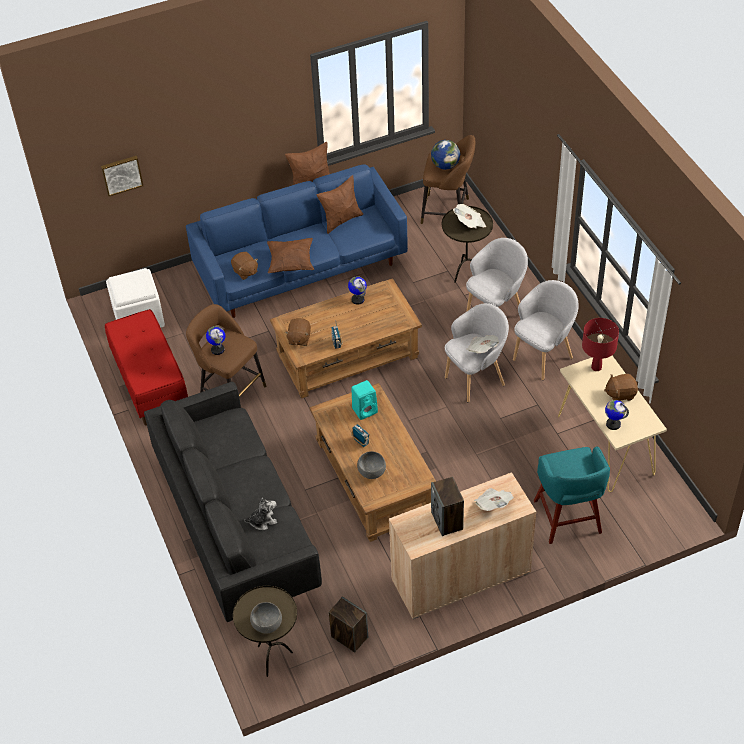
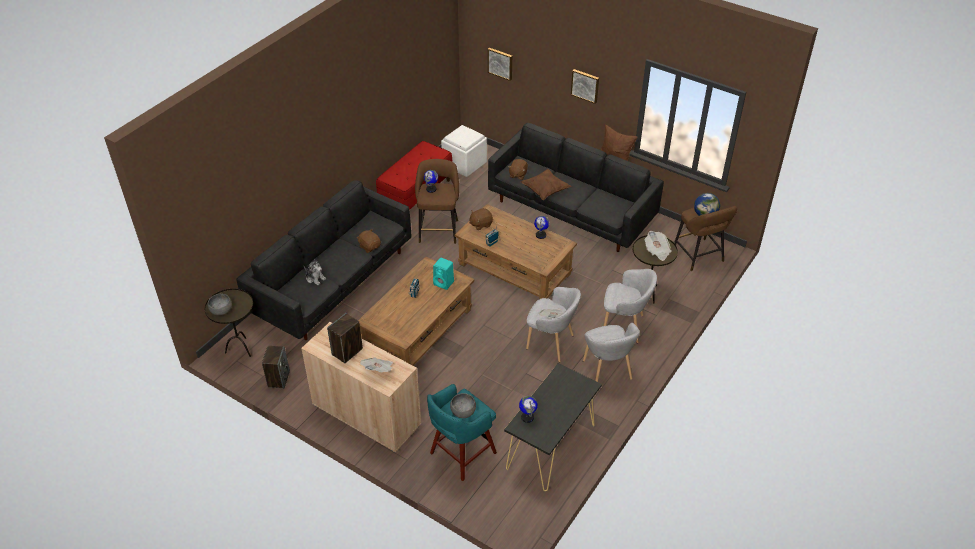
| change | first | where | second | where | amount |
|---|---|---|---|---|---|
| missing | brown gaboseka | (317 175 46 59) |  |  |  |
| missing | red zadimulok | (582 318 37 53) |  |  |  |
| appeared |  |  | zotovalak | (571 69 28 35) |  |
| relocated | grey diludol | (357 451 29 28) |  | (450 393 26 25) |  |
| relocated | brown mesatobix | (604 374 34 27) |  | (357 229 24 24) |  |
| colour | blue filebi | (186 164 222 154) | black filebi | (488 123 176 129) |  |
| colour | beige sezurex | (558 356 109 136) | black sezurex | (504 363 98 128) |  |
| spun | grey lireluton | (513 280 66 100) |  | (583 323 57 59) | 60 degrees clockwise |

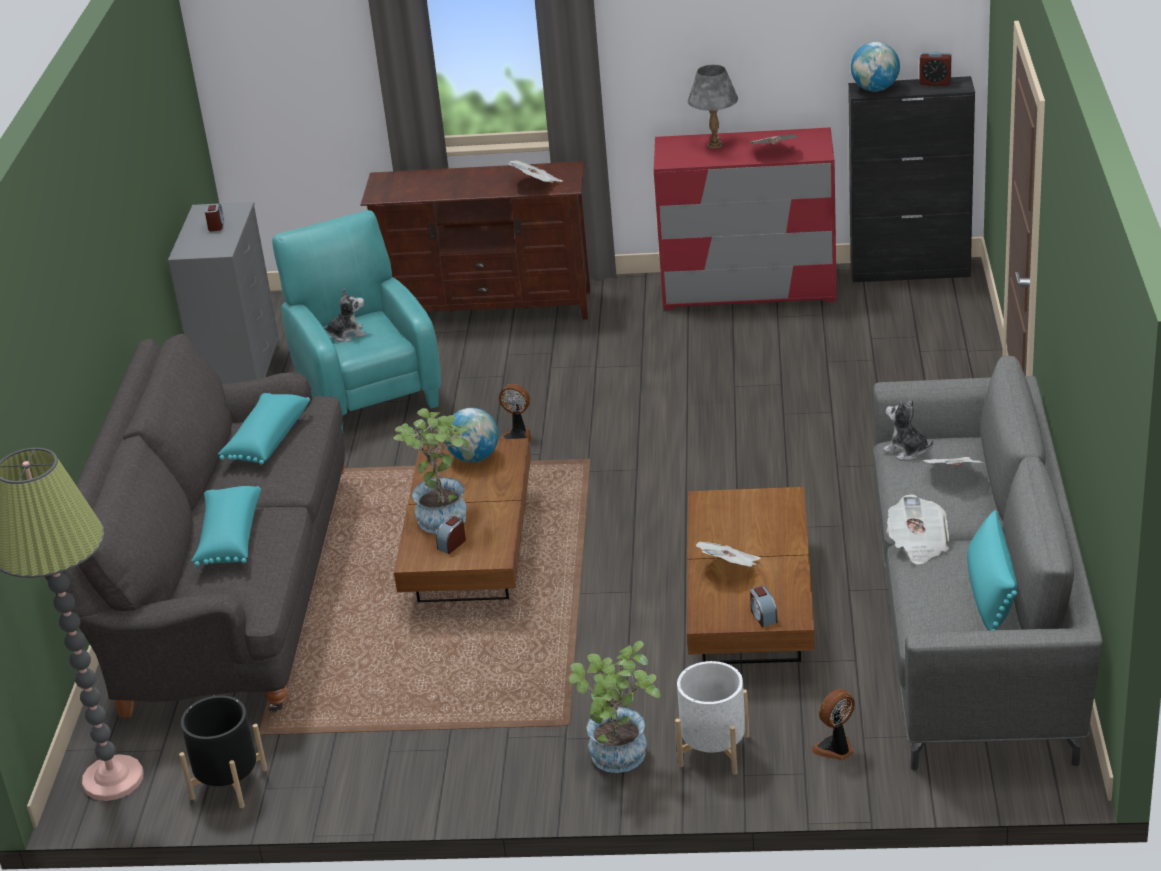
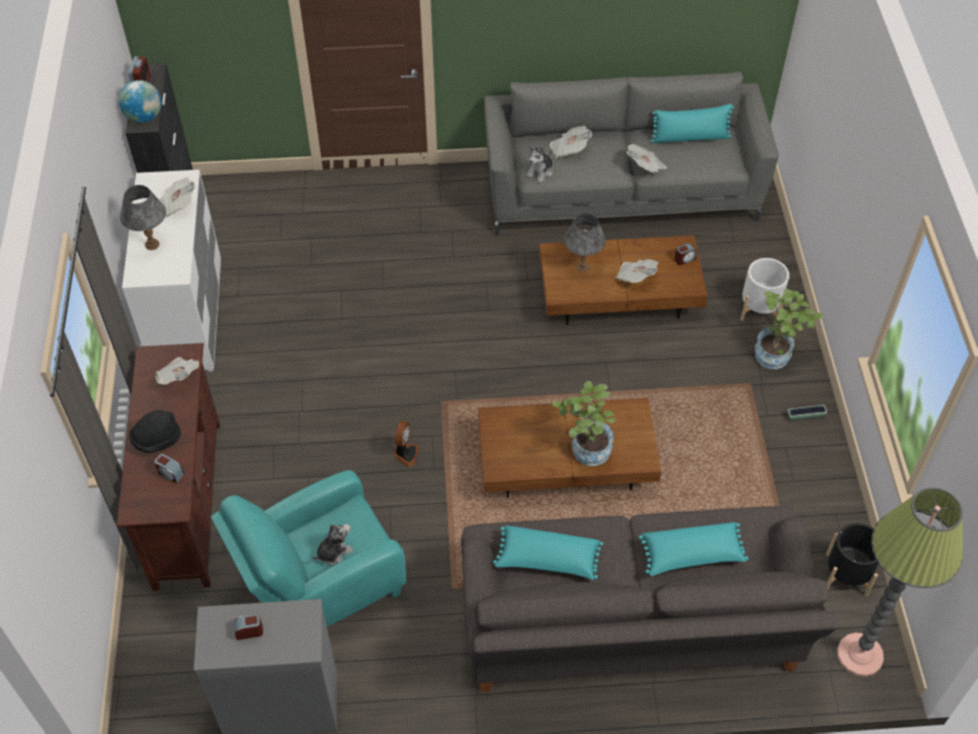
| change | first | where | second | where | amount |
|---|---|---|---|---|---|
| missing | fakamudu | (445 408 54 54) |  |  |  |
| missing | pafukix | (811 689 44 71) |  |  |  |
| appeared |  |  | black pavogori | (129 410 52 43) |  |
| appeared |  |  | grey zadimulok | (564 213 42 59) |  |
| appeared |  |  | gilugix | (788 405 39 16) |  |
| relocated | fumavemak | (436 516 30 38) |  | (155 454 29 29) |  |
| colour | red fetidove | (654 127 183 183) | white fetidove | (122 170 99 202) |  |
| spun | mesatobix | (323 289 43 53) |  | (312 524 42 42) | 75 degrees clockwise |

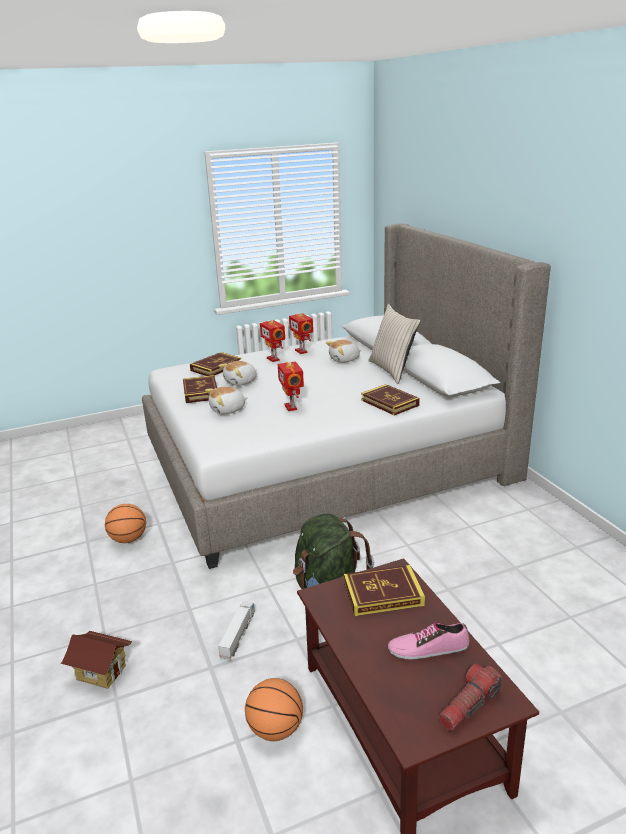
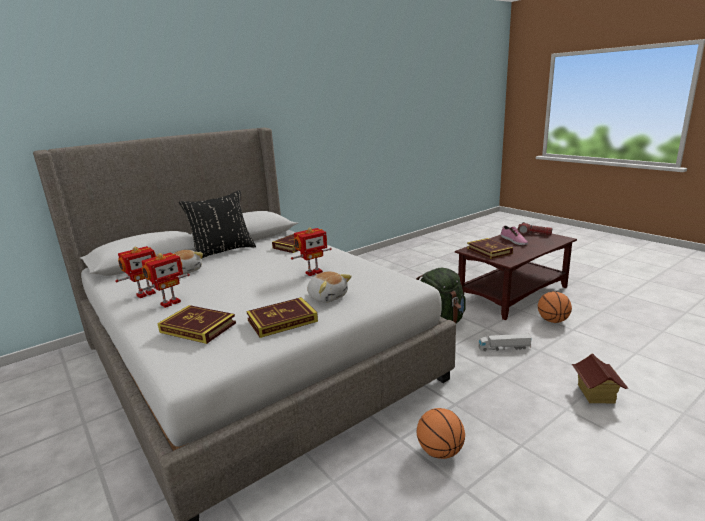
| change | first | where | second | where | amount |
|---|---|---|---|---|---|
| missing | mesatobix | (219 361 38 25) |  |  |  |
| colour | beige gaboseka | (368 304 53 80) | black gaboseka | (179 190 77 68) |  |

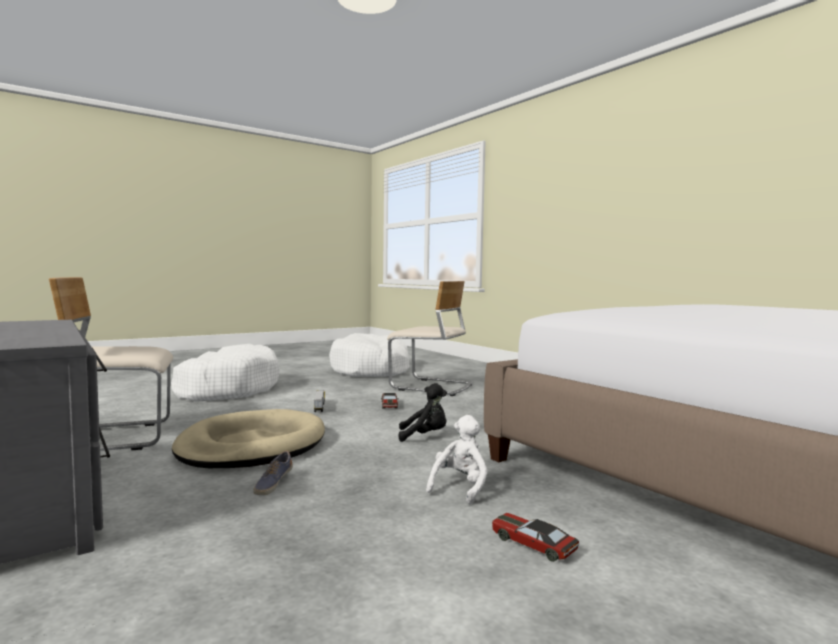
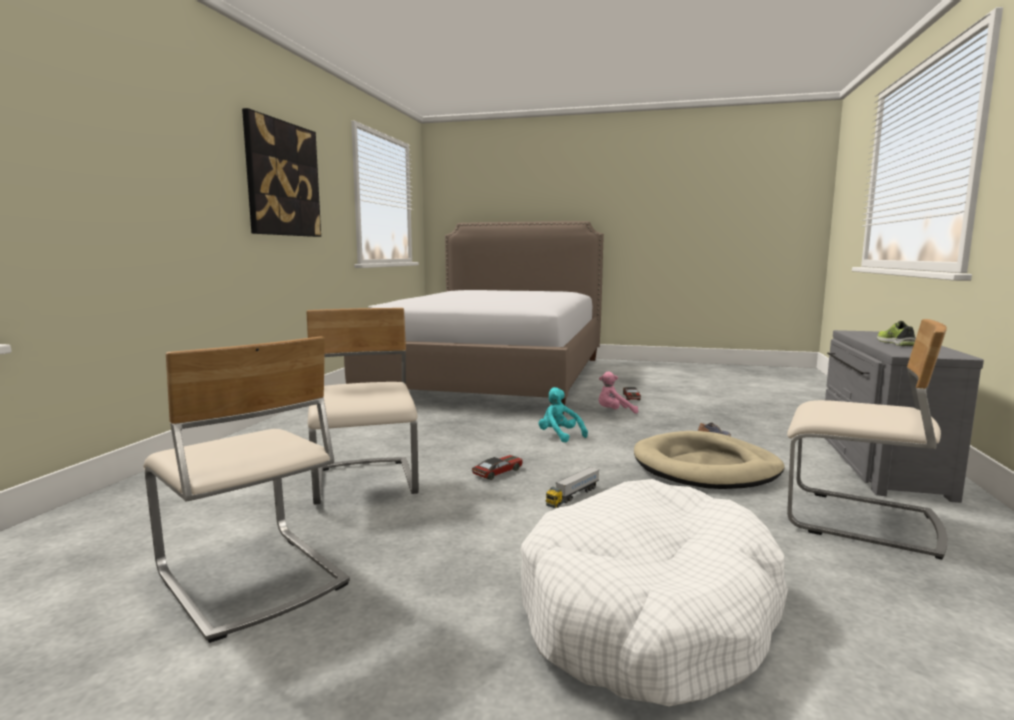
| change | first | where | second | where | amount |
|---|---|---|---|---|---|
| appeared |  |  | zotovalak | (242 108 79 129) |  |
| appeared |  |  | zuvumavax | (877 321 39 25) |  |
| exchanged | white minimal | (329 333 80 44) | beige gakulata | (143 336 207 307) |  |
| colour | black mesatobix | (399 383 48 59) | turquoise mesatobix | (539 387 49 56) |  |
| colour | white mesatobix | (426 415 62 89) | pink mesatobix | (598 371 40 43) |  |

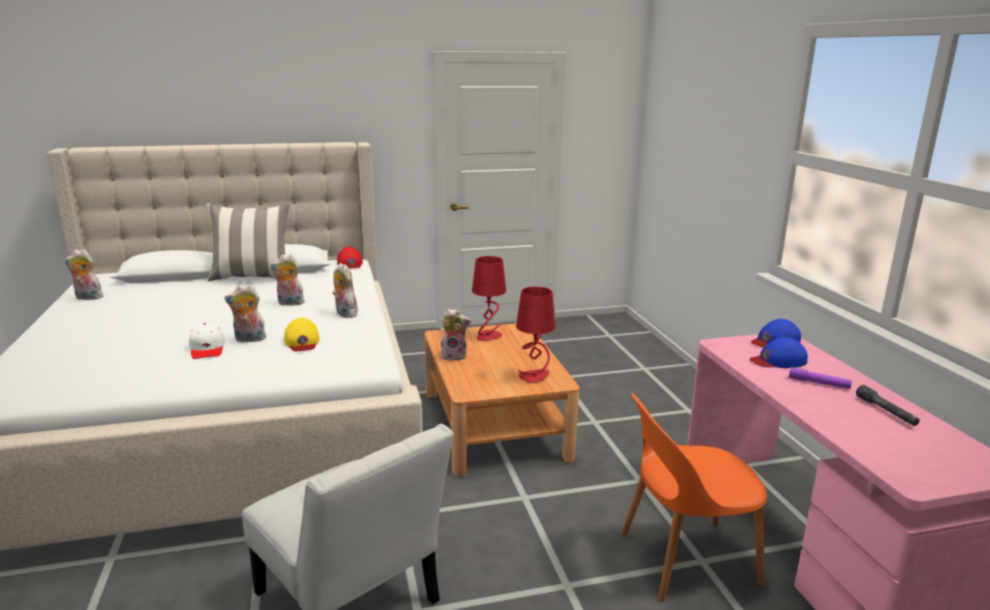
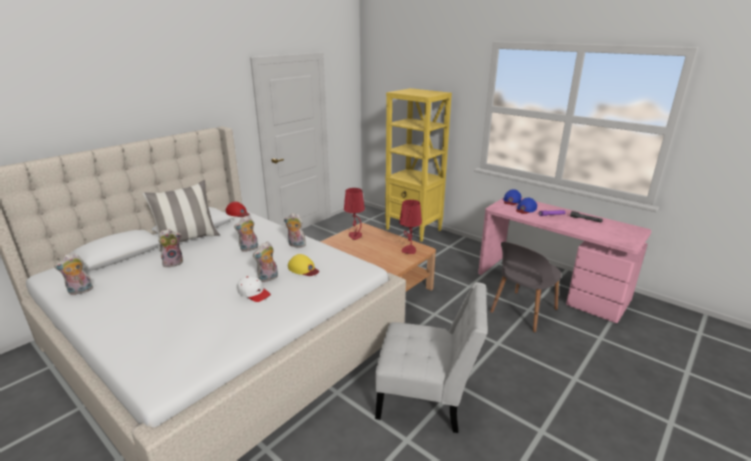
| change | first | where | second | where | amount |
|---|---|---|---|---|---|
| appeared |  |  | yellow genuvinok | (385 88 67 154) |  |
| relocated | mesatobix | (440 308 31 53) |  | (158 229 25 38) |  |
| colour | orange gakulata | (621 394 146 208) | grey gakulata | (490 242 71 91) |  |

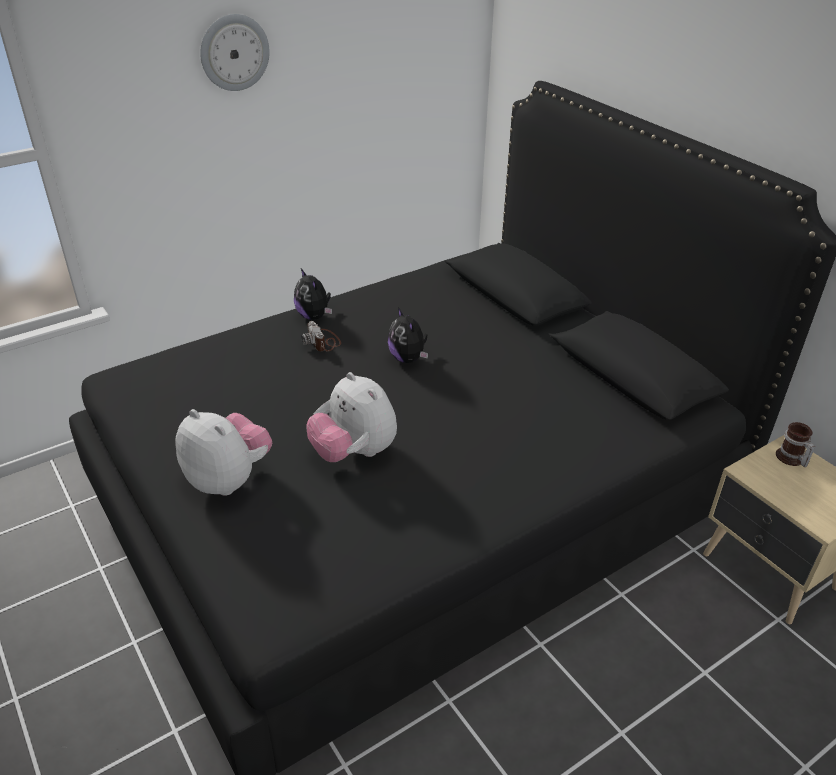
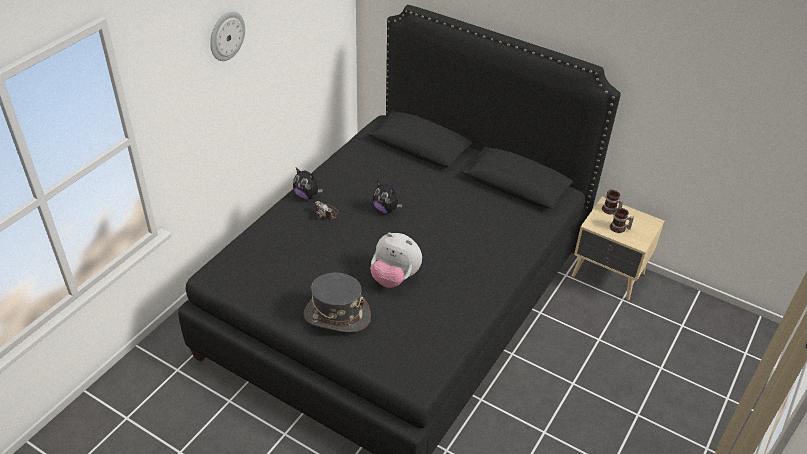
| change | first | where | second | where | amount |
|---|---|---|---|---|---|
| appeared |  |  | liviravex | (610 208 24 25) |  |
| exchanged | mesatobix | (175 409 97 87) | grey pavogori | (304 273 67 59) |  |

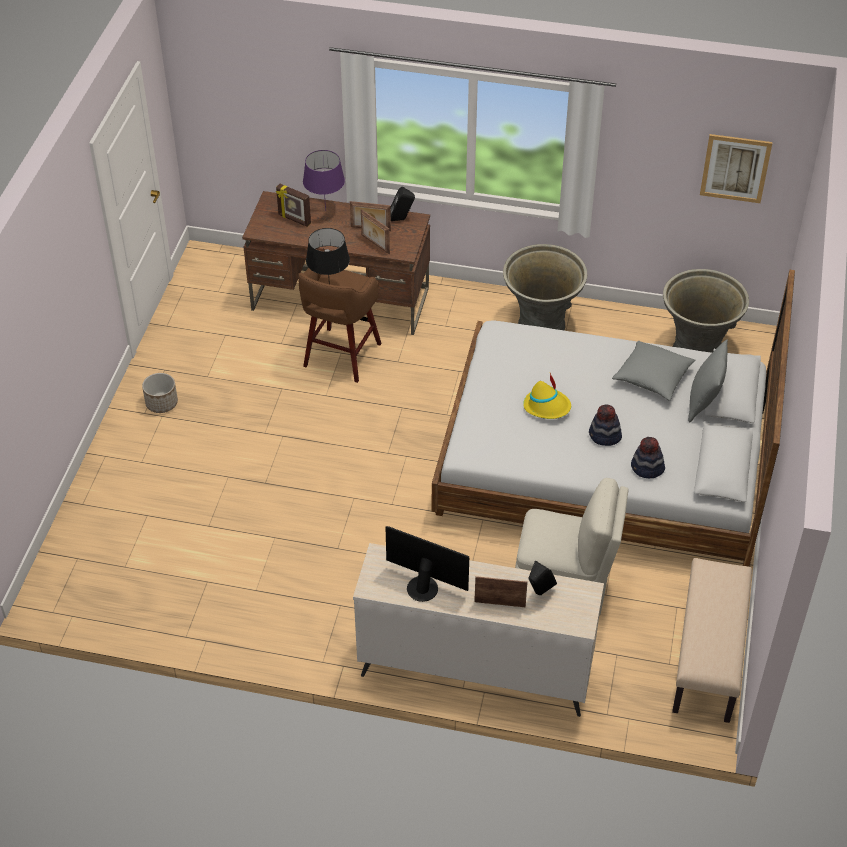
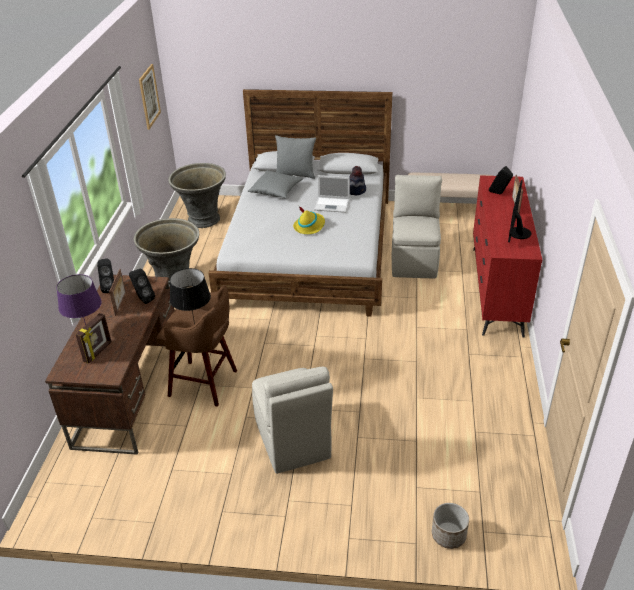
| change | first | where | second | where | amount |
|---|---|---|---|---|---|
| appeared |  |  | beige gakulata | (252 367 81 107) |  |
| relocated | gilugix | (142 373 36 40) |  | (432 503 37 46) |  |
| exchanged | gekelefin | (361 209 29 45) | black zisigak | (129 269 26 35) |  |
| exchanged | pavogori | (589 404 33 42) | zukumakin | (314 175 36 38) |  |
| colour | beige fetidove | (353 543 251 174) | red fetidove | (473 175 69 163) |  |

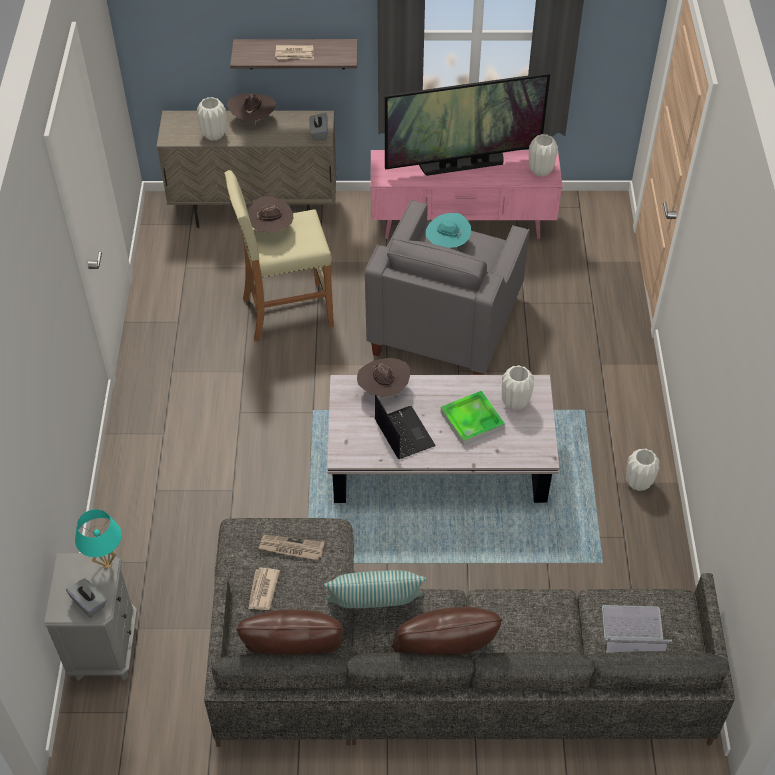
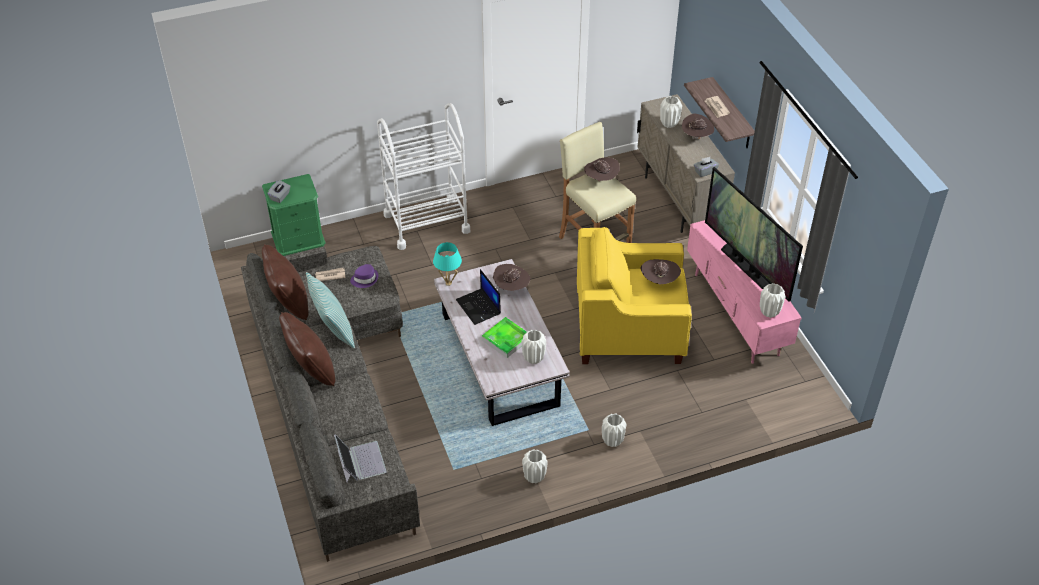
| change | first | where | second | where | amount |
|---|---|---|---|---|---|
| appeared |  |  | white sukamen | (377 103 93 147) |  |
| appeared |  |  | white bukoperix | (602 413 24 34) |  |
| relocated | turquoise zadimulok | (75 509 47 60) |  | (433 242 29 44) |  |
| exchanged | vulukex | (258 534 66 26) | purple pavogori | (350 264 28 24) |  |
| colour | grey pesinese | (44 553 93 128) | green pesinese | (262 174 63 82) |  |
| colour | grey lireluton | (365 200 165 175) | yellow lireluton | (577 227 115 137) |  |
| colour | turquoise pavogori | (426 213 45 35) | brown pavogori | (640 259 41 26) |  |
| spun | zukumakin | (375 394 61 65) |  | (456 269 45 56) | 105 degrees clockwise |

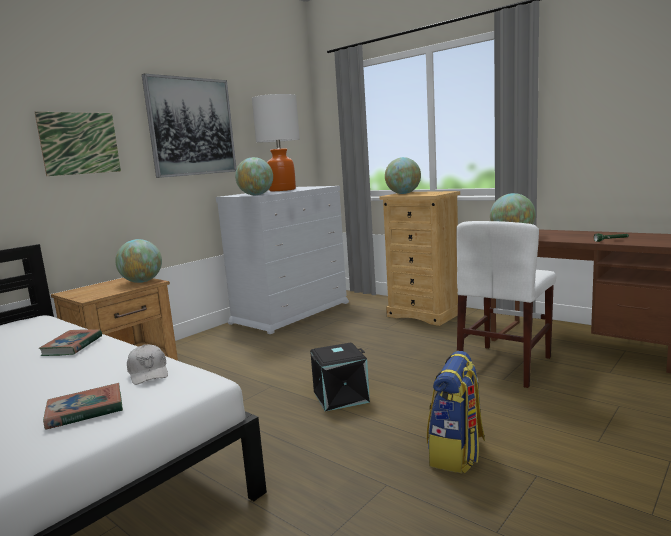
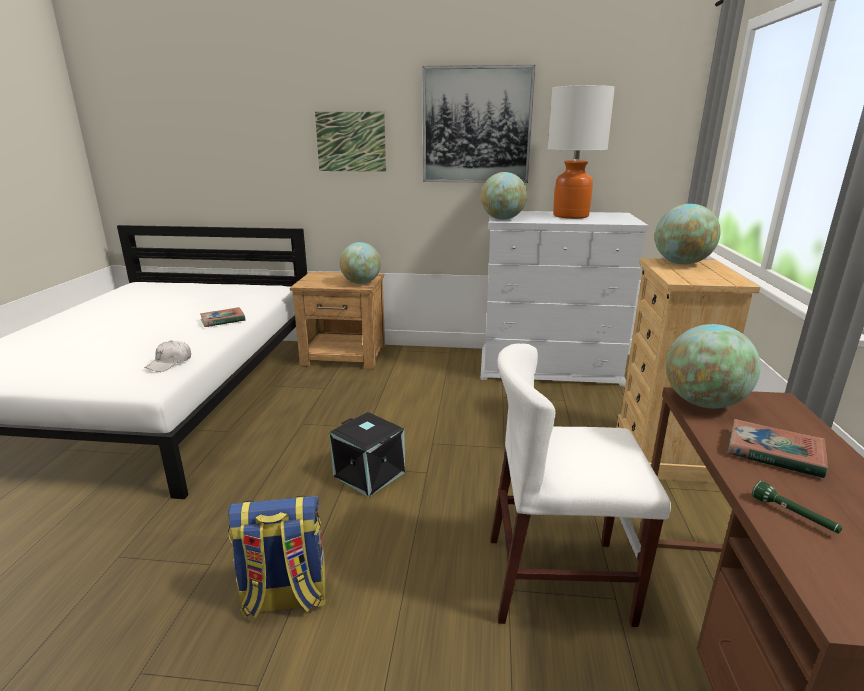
| change | first | where | second | where | amount |
|---|---|---|---|---|---|
| relocated | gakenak | (43 383 80 47) |  | (728 419 100 60) |  |

